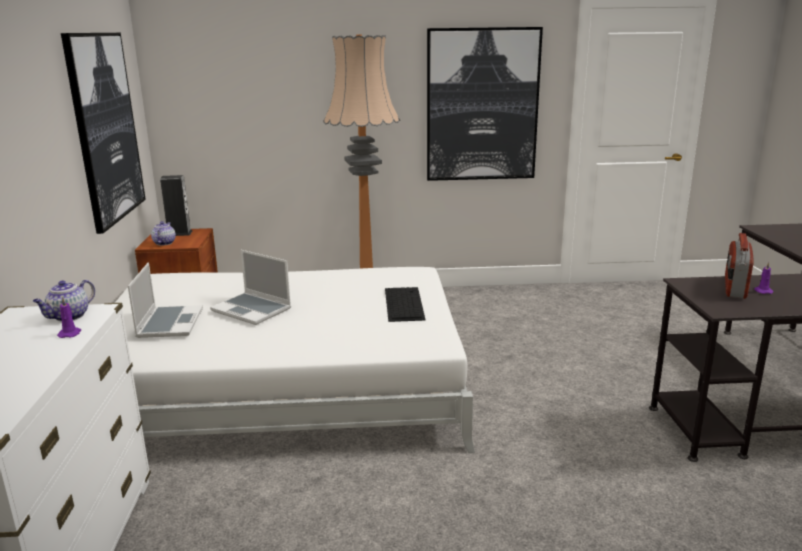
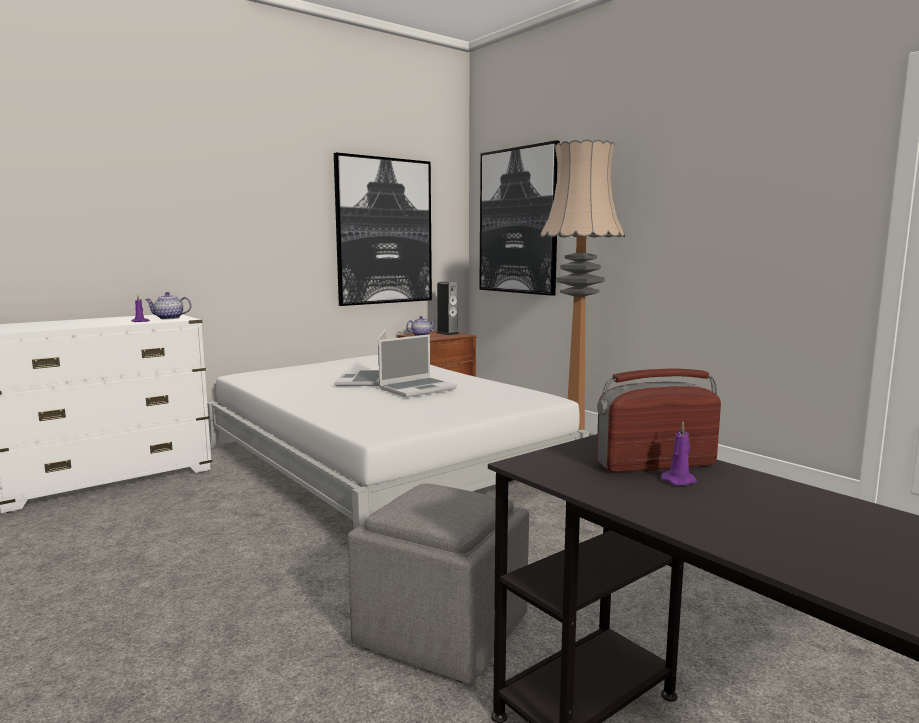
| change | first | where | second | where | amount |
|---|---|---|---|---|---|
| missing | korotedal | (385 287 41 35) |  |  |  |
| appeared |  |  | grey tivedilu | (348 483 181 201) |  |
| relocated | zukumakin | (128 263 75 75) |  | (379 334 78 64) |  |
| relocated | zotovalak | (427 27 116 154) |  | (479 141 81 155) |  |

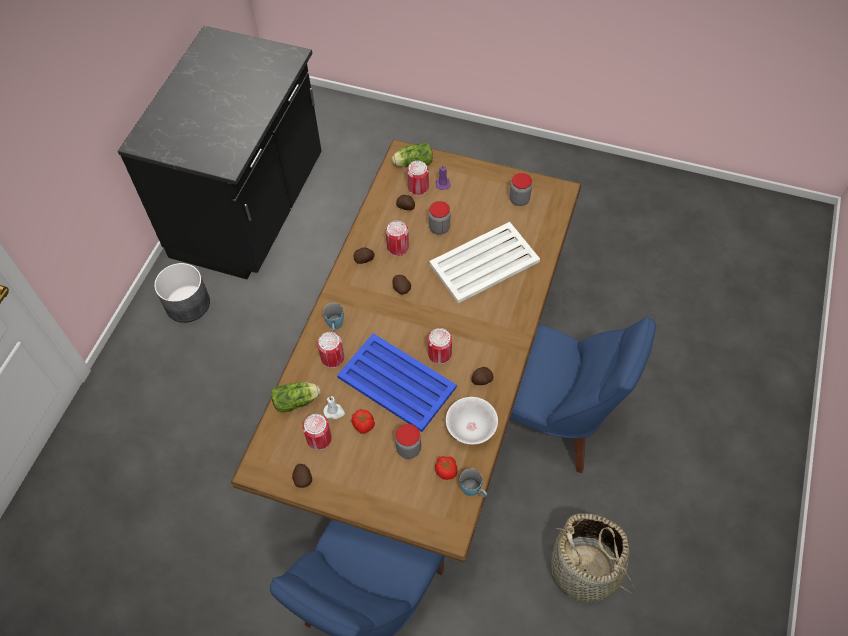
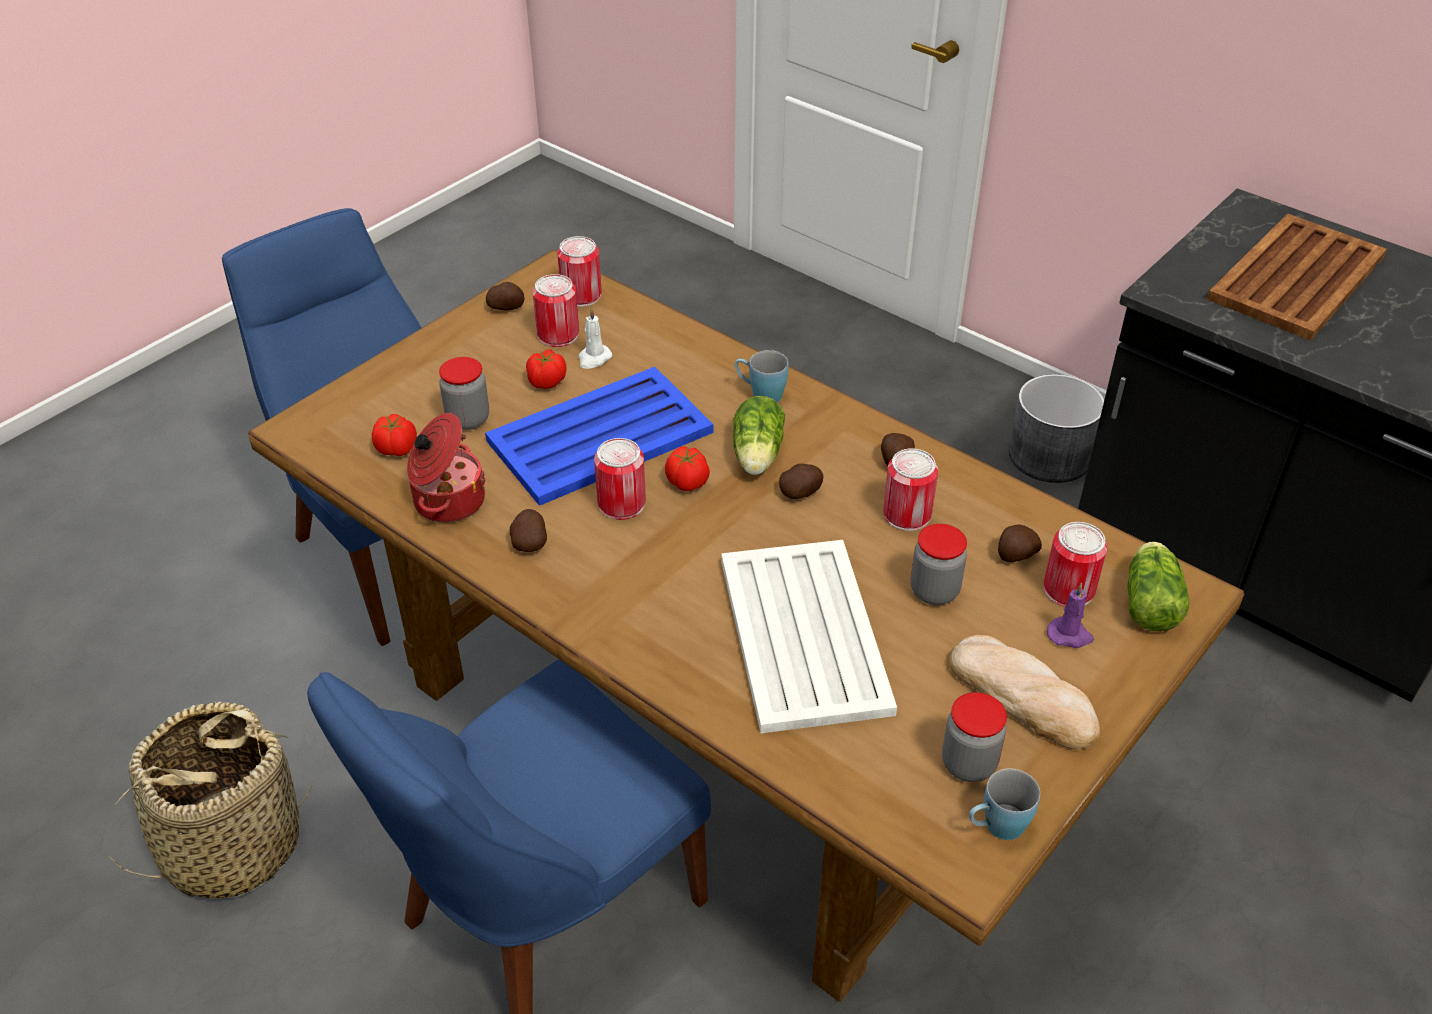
| change | first | where | second | where | amount |
|---|---|---|---|---|---|
| appeared |  |  | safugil | (665 446 45 45) |  |
| appeared |  |  | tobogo | (949 635 151 114) |  |
| appeared |  |  | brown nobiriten | (1207 213 180 128) |  |
| relocated | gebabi | (271 382 49 31) |  | (733 396 52 79) |  |
| relocated | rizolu | (317 332 27 36) |  | (557 236 45 71) |  |
| relocated | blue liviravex | (459 468 28 29) |  | (969 768 71 72) |  |
| exchanged | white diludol | (446 397 52 47) | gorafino | (407 413 79 110) |  |

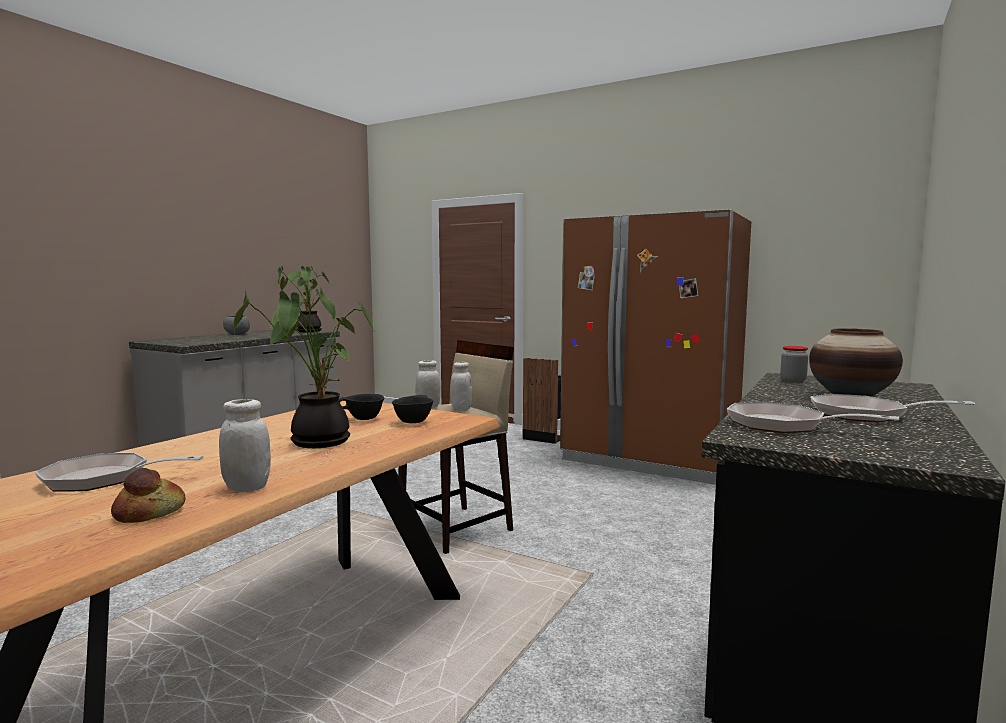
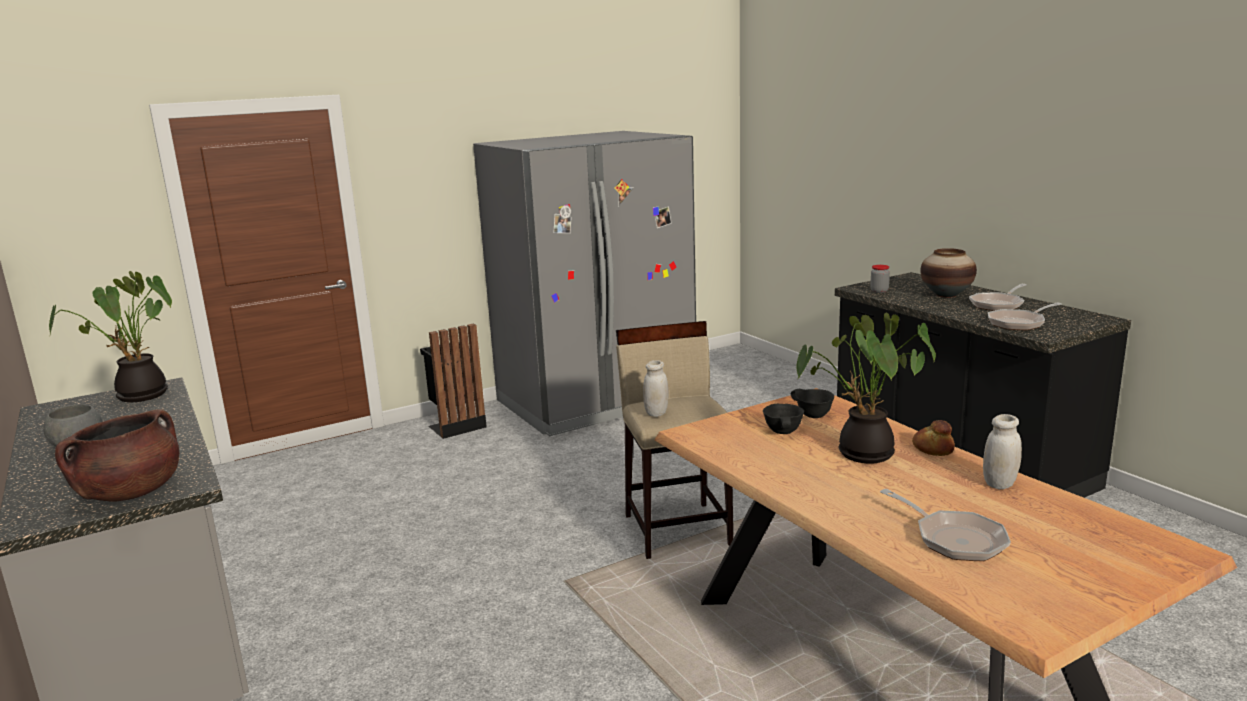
| change | first | where | second | where | amount |
|---|---|---|---|---|---|
| missing | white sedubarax | (450 362 22 49) |  |  |  |
| appeared |  |  | brown gorafino | (55 409 124 92) |  |
| relocated | tobogo | (111 468 75 55) |  | (912 420 43 36) |  |
| colour | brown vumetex | (560 209 191 276) | grey vumetex | (473 131 223 305) |  |
| spun | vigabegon | (35 453 169 39) |  | (880 489 131 72) | 60 degrees counterclockwise |

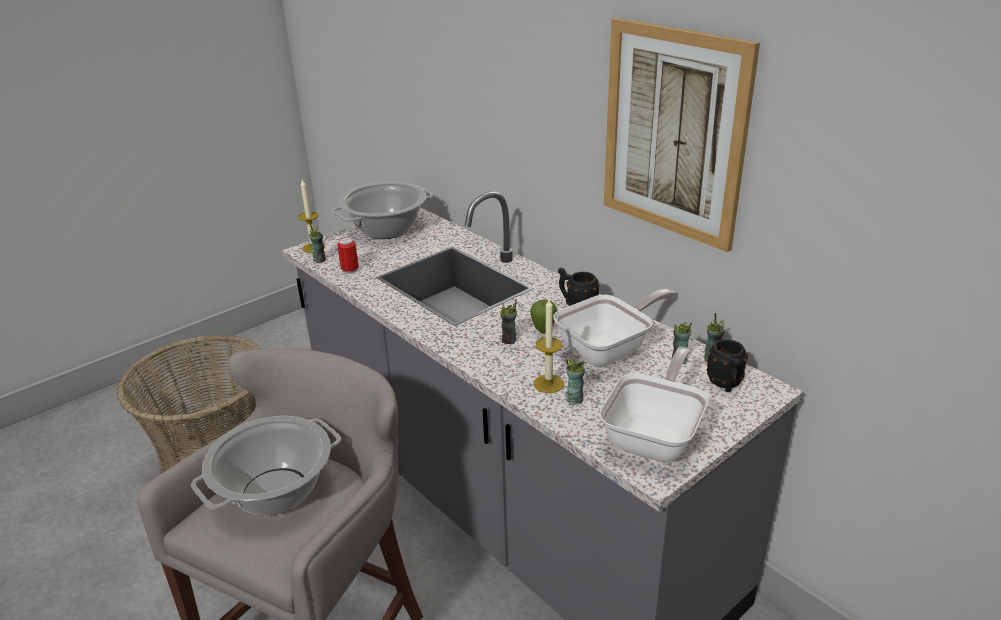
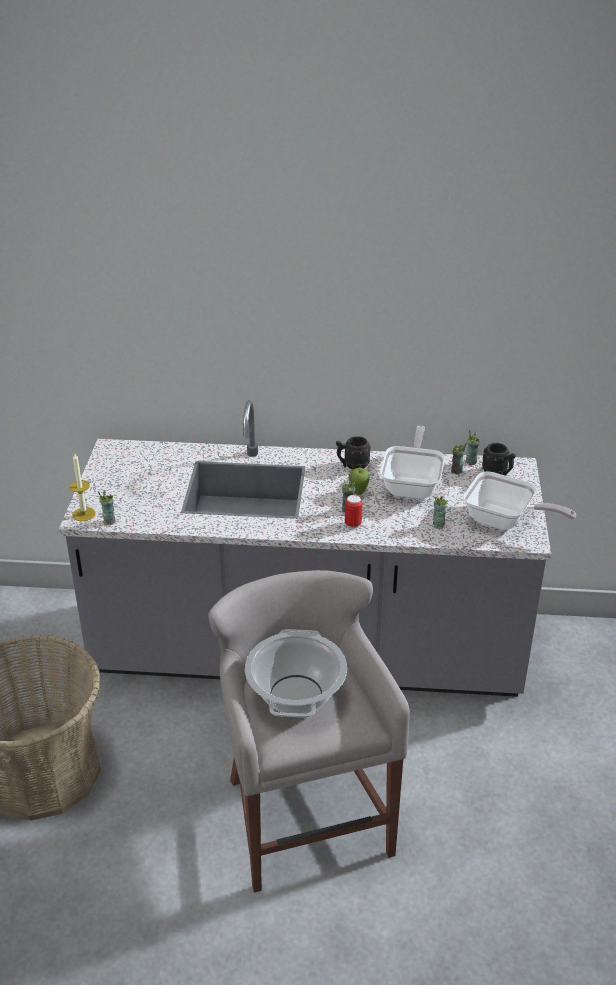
| change | first | where | second | where | amount |
|---|---|---|---|---|---|
| missing | gorafino | (332 182 101 57) |  |  |  |
| missing | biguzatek | (534 299 30 94) |  |  |  |
| missing | zotovalak | (604 18 156 234) |  |  |  |
| relocated | rizolu | (337 237 22 37) |  | (345 495 17 34) |  |
| spun | vigabegon | (599 347 110 115) |  | (463 471 113 59) | 135 degrees clockwise |

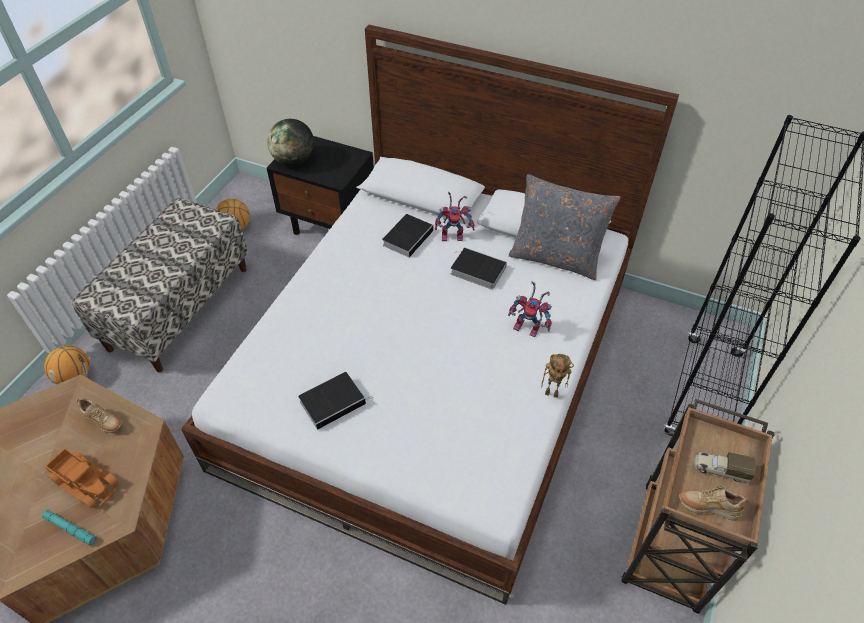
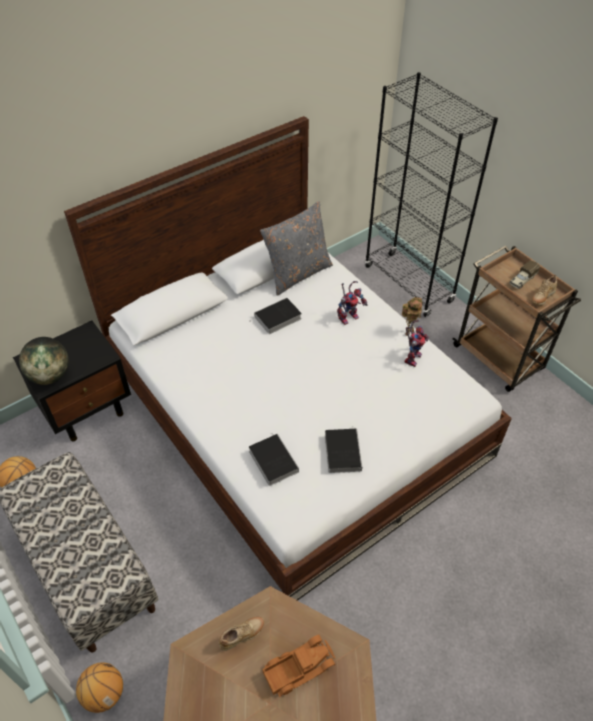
| change | first | where | second | where | amount |
|---|---|---|---|---|---|
| missing | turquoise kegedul | (42 510 55 36) |  |  |  |
| relocated | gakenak | (382 214 53 44) |  | (249 433 50 53) |  |
| relocated | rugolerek | (435 192 40 49) |  | (405 320 24 47) |  |

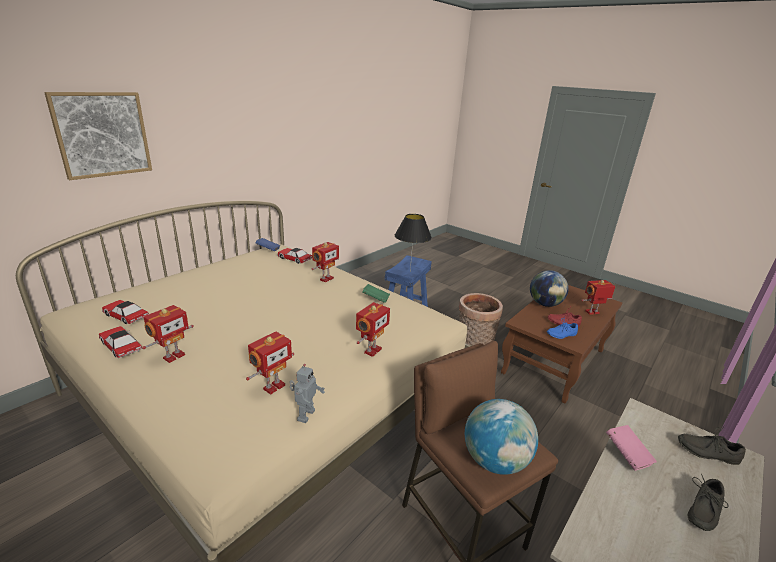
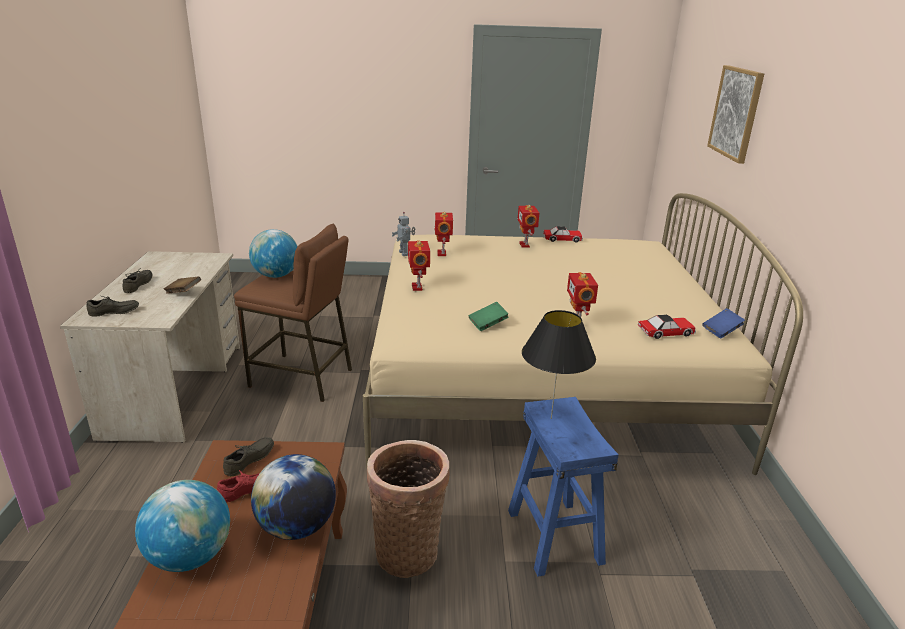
| change | first | where | second | where | amount |
|---|---|---|---|---|---|
| missing | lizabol | (102 300 47 24) |  |  |  |
| exchanged | rugolerek | (581 280 34 35) | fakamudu | (135 480 95 92) |  |
| colour | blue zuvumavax | (547 318 31 21) | grey zuvumavax | (223 437 51 39) |  |
| colour | pink gakenak | (606 425 51 46) | brown gakenak | (164 276 37 18) |  |

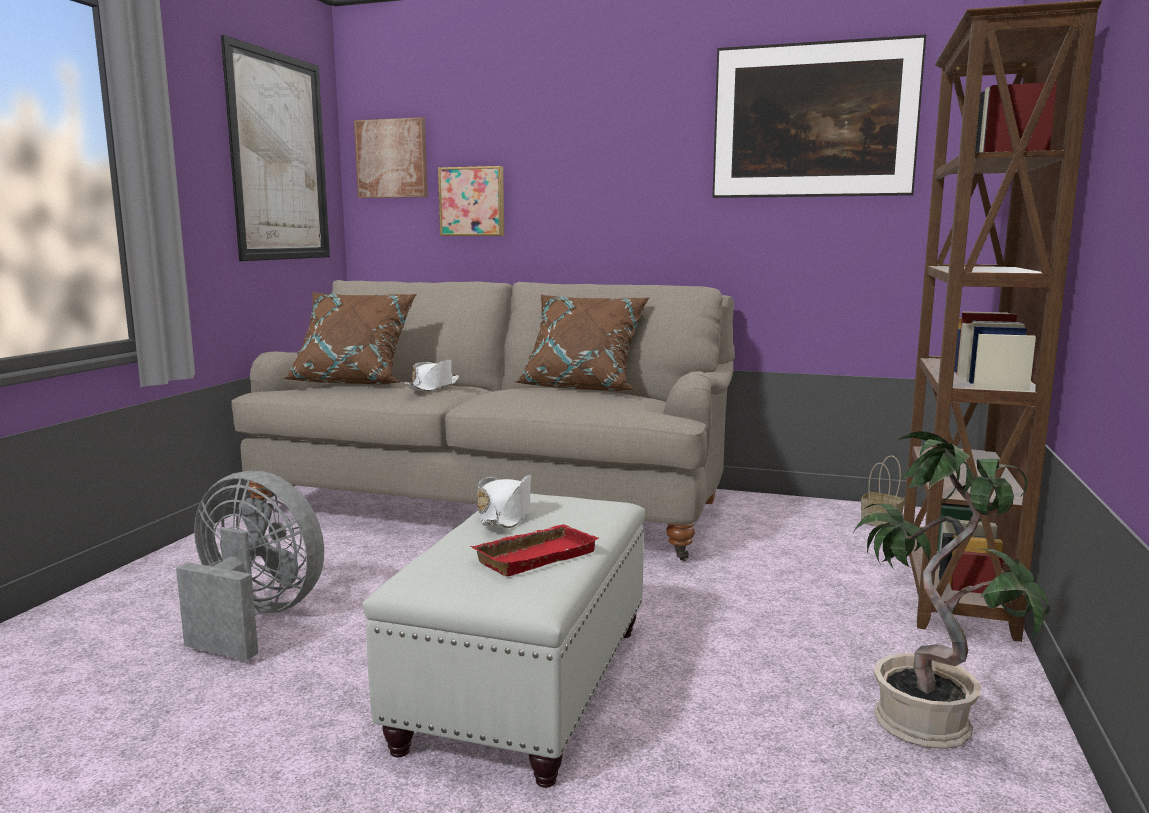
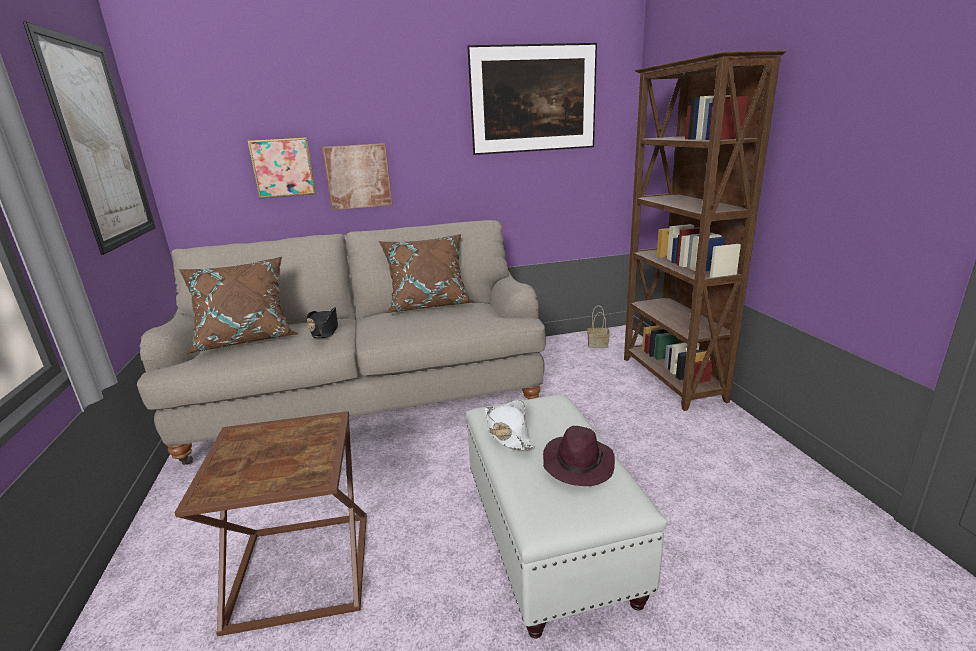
| change | first | where | second | where | amount |
|---|---|---|---|---|---|
| missing | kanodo | (854 431 196 318) |  |  |  |
| relocated | zotovalak | (354 117 74 81) |  | (322 143 70 67) |  |
| exchanged | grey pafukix | (176 471 148 189) | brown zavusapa | (175 411 192 225) |  |
| exchanged | red nobiriten | (470 524 129 52) | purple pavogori | (543 426 72 60) |  |
| colour | white pavogori | (405 360 54 31) | black pavogori | (307 307 31 31) |  |

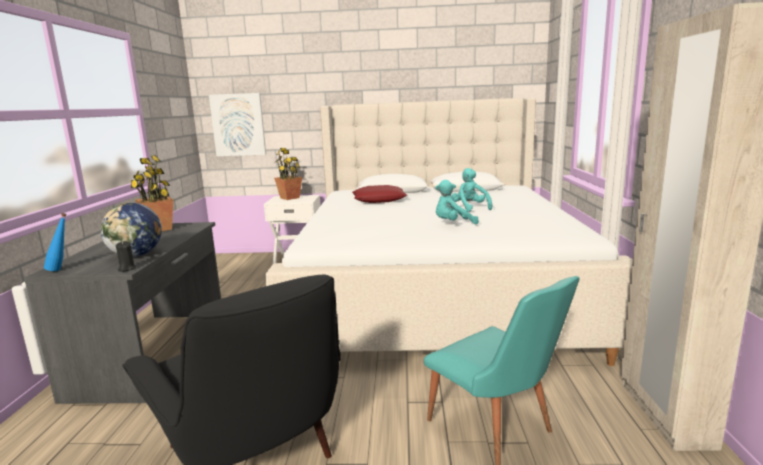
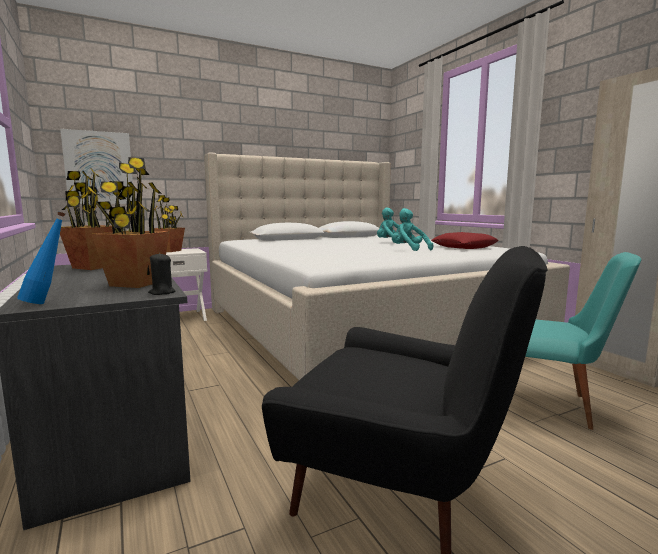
| change | first | where | second | where | amount |
|---|---|---|---|---|---|
| relocated | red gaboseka | (352 185 55 18) |  | (431 232 68 17) |  |
| exchanged | fakamudu | (100 203 62 54) | kanodo | (91 157 79 131) |  |
| spun | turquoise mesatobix | (435 180 44 44) |  | (392 208 41 43) | 90 degrees clockwise |

